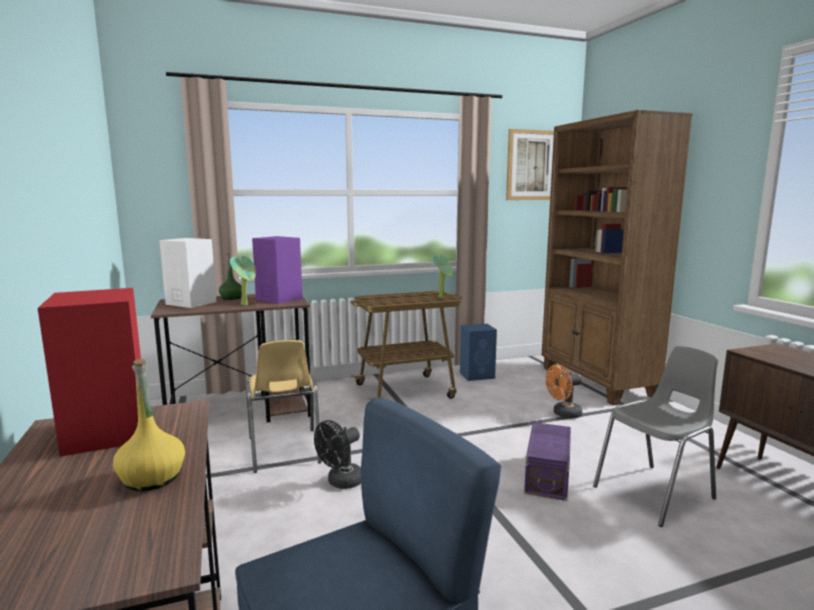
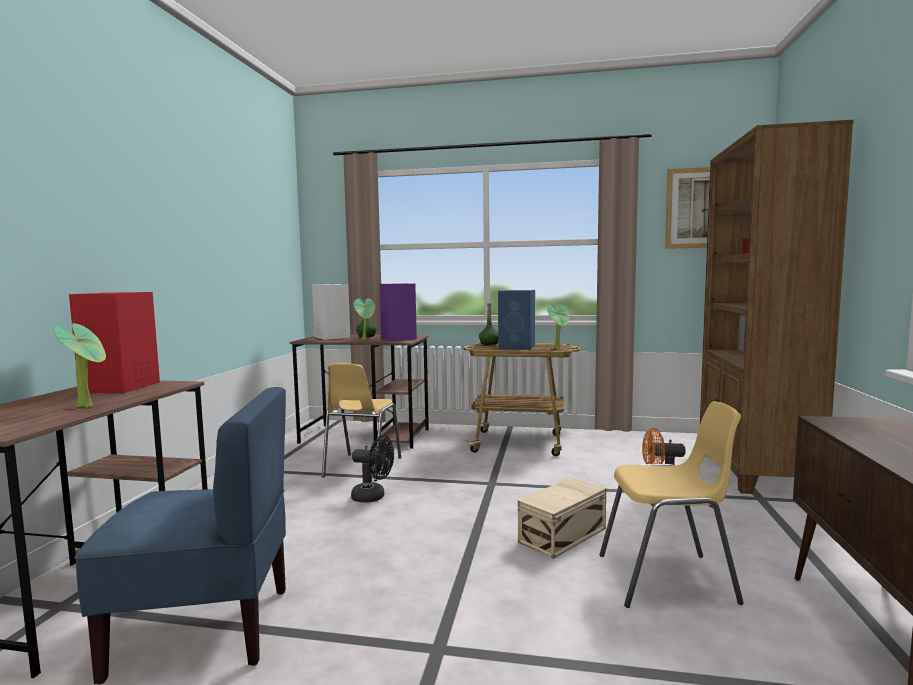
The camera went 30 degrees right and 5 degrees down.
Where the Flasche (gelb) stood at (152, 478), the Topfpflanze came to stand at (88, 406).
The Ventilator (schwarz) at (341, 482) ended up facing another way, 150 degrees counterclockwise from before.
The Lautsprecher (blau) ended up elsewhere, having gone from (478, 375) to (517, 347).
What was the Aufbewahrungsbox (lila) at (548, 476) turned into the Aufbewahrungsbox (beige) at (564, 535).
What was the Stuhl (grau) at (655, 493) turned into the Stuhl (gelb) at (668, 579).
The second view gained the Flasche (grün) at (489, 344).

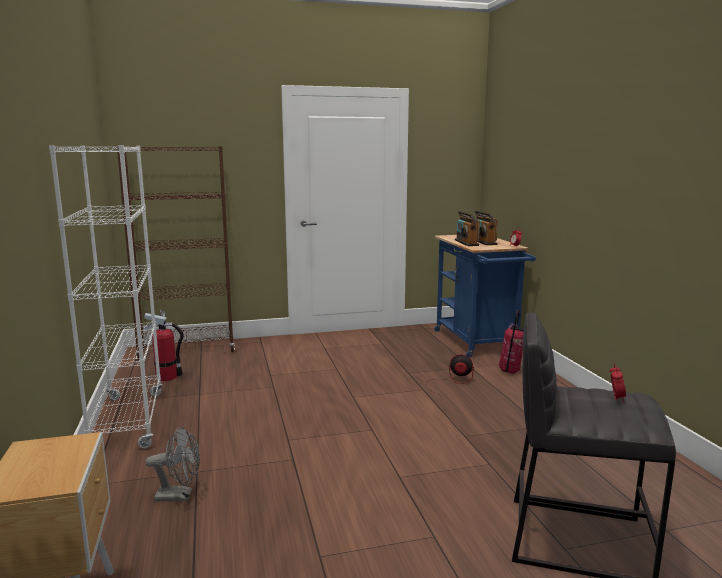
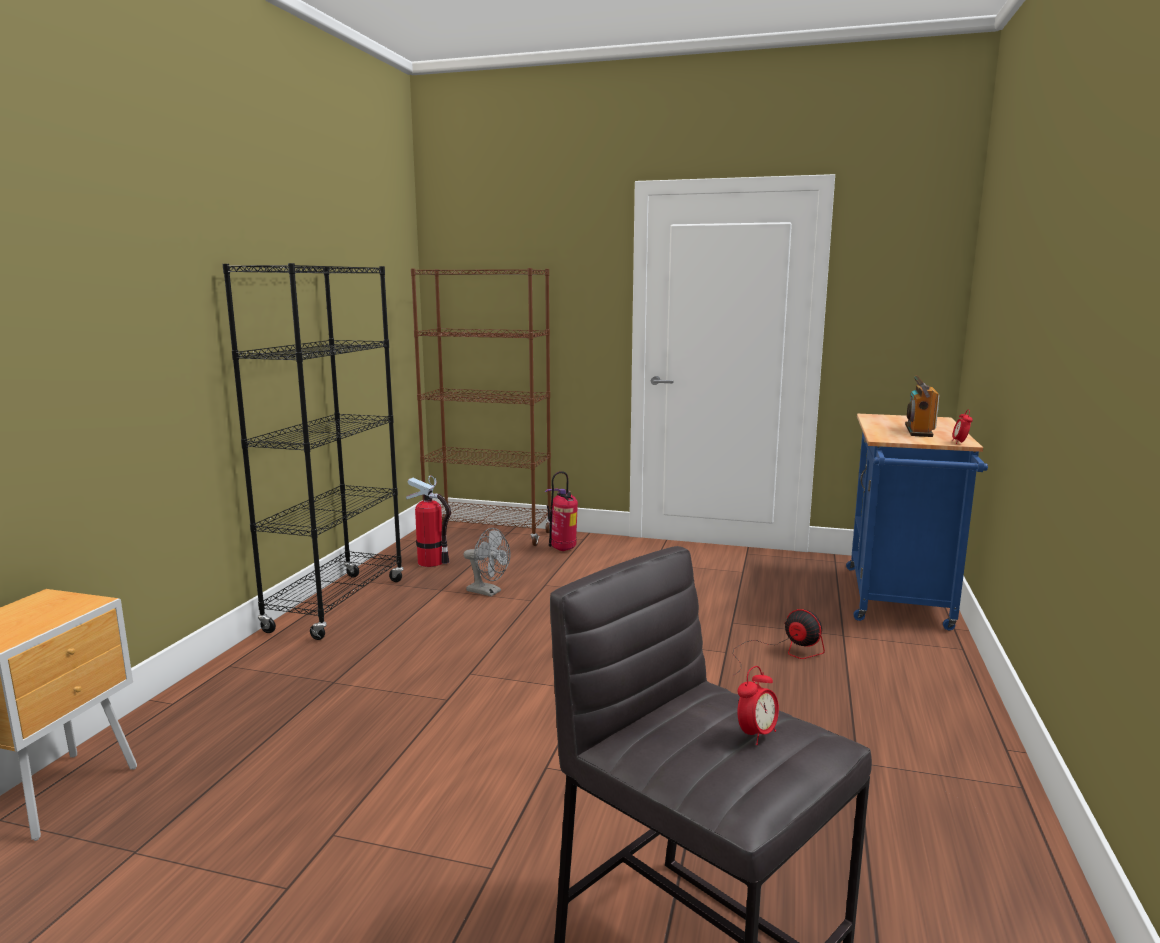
The camera went 30 degrees right and 0 degrees up.
What was the Bücherregal (weiß) at (128, 421) turned into the Bücherregal (schwarz) at (337, 605).
The Ventilator (grau) ended up elsewhere, having gone from (179, 496) to (488, 592).
The second view lost the Radio at (466, 243).
The Feuerlöscher ended up elsewhere, having gone from (510, 372) to (563, 550).

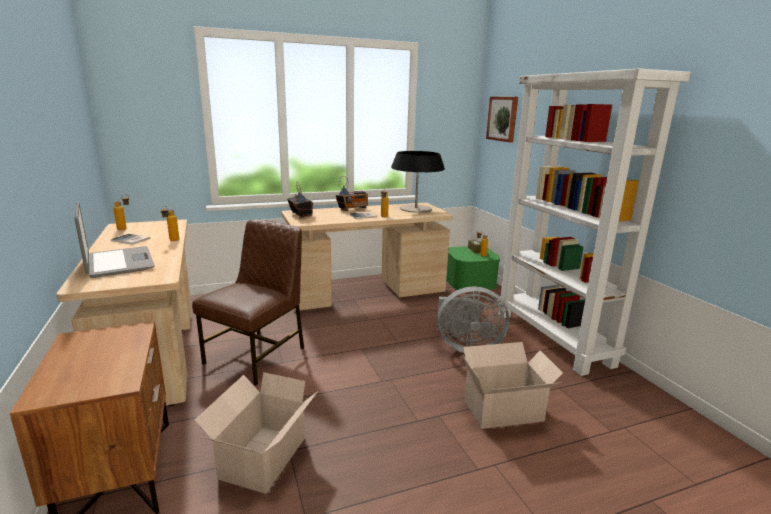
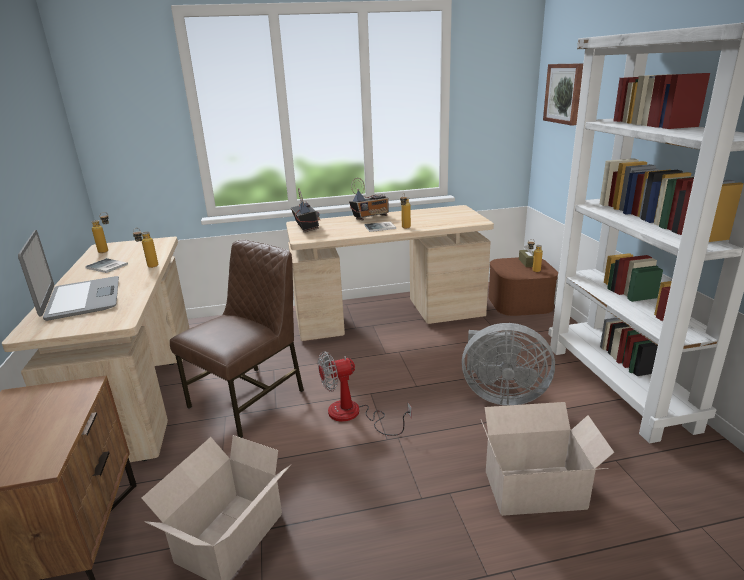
The camera went 10 degrees right and 5 degrees up.
The second view lost the Tischlampe at (416, 208).
What was the Aufbewahrungsbox (grün) at (469, 281) turned into the Aufbewahrungsbox (braun) at (519, 302).
The second view gained the Ventilator at (354, 415).

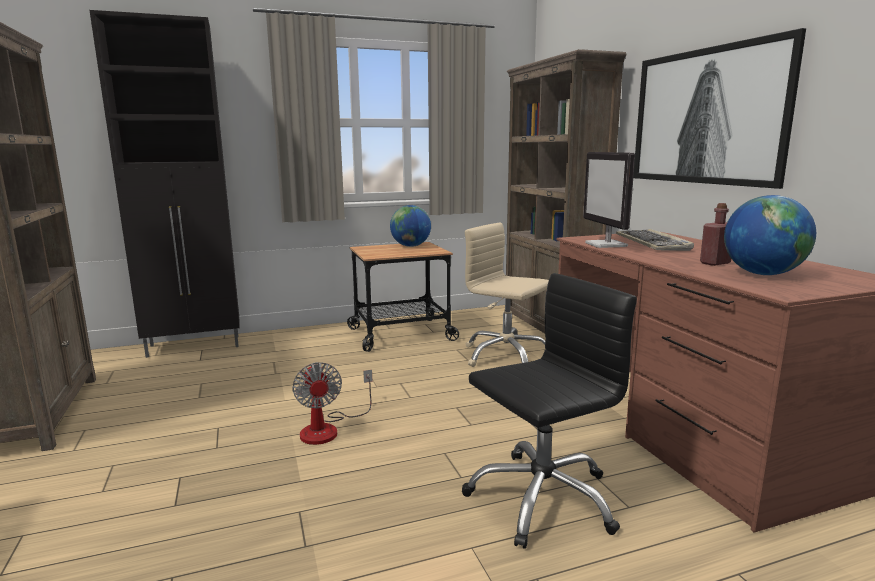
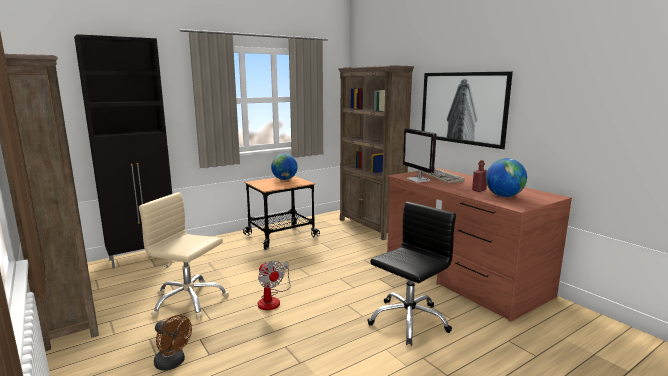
The camera went 15 degrees left and 0 degrees up.
The Bürostuhl (beige) ended up elsewhere, having gone from (505, 356) to (188, 301).
The second view gained the Ventilator (braun) at (173, 363).

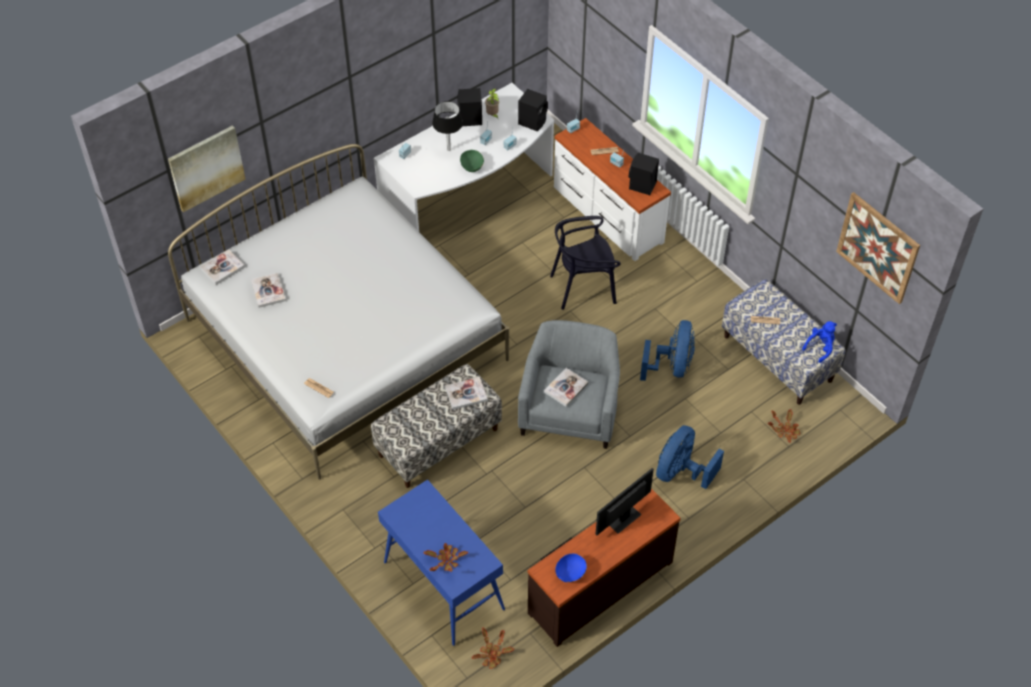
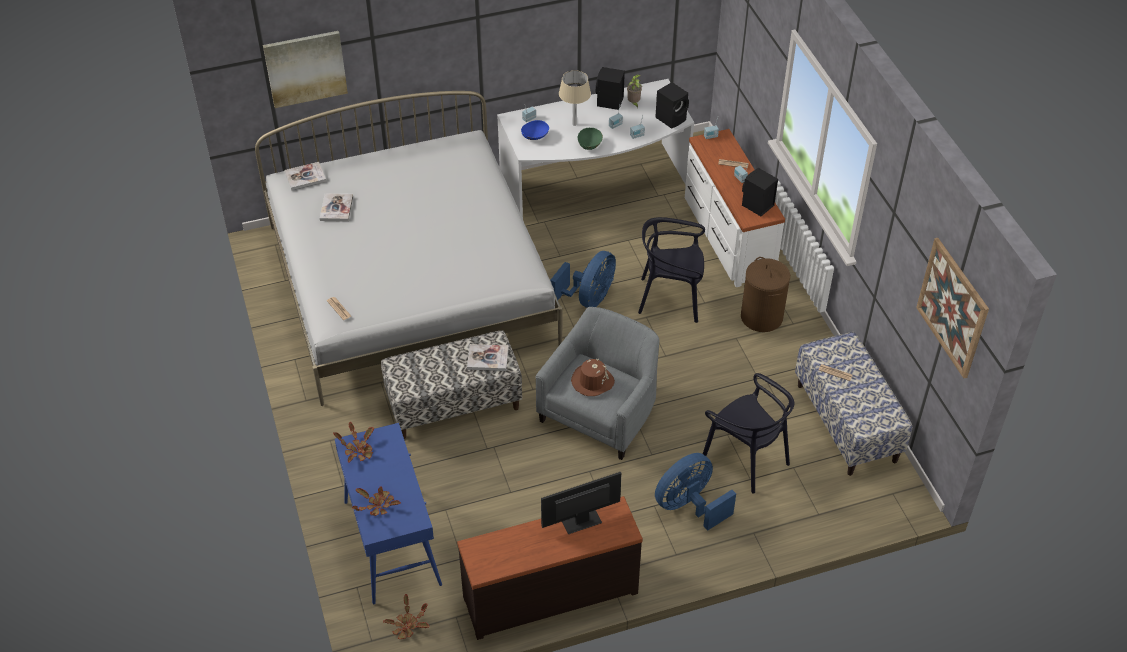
The camera went 20 degrees right and 5 degrees down.
What was the Tischlampe (schwarz) at (449, 149) turned into the Tischlampe (beige) at (574, 124).
Where the Buch stood at (566, 388), the Hut (braun) came to stand at (592, 381).
The Schüssel (blau) ended up elsewhere, having gone from (570, 573) to (535, 137).
The Ventilator (blau) ended up elsewhere, having gone from (671, 366) to (588, 298).
The Topfpflanze ended up elsewhere, having gone from (785, 430) to (358, 450).
The second view lost the Plüschtier (blau) at (820, 347).
The second view gained the Stuhl (schwarz) at (746, 458).
The second view gained the Wäschekorb (braun) at (762, 317).

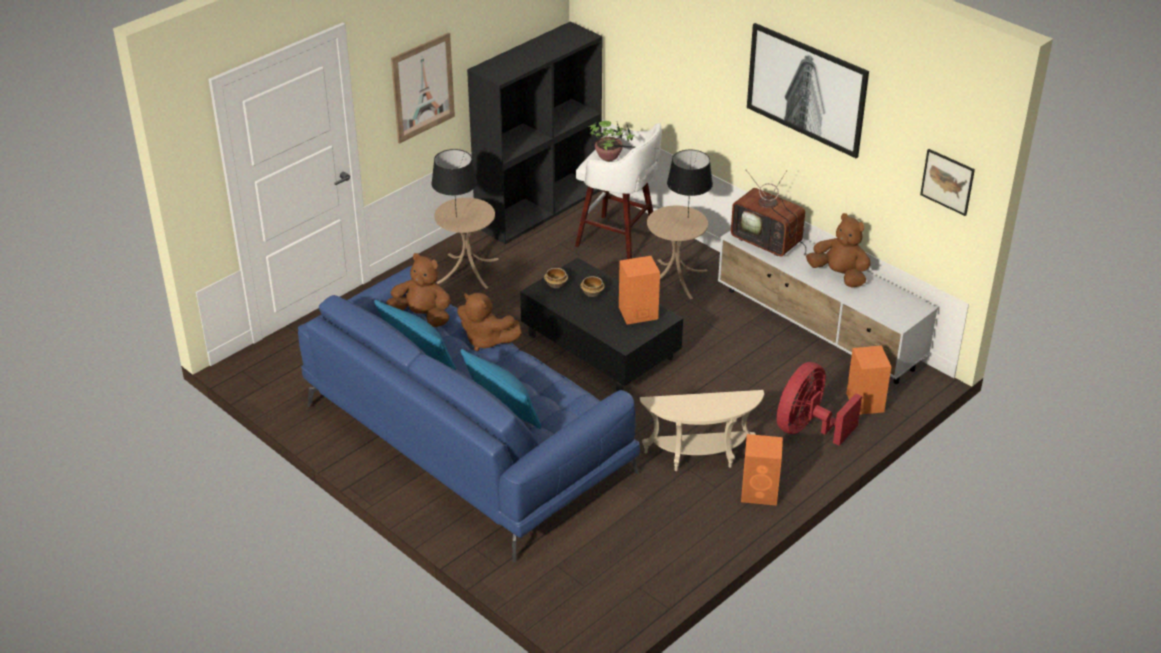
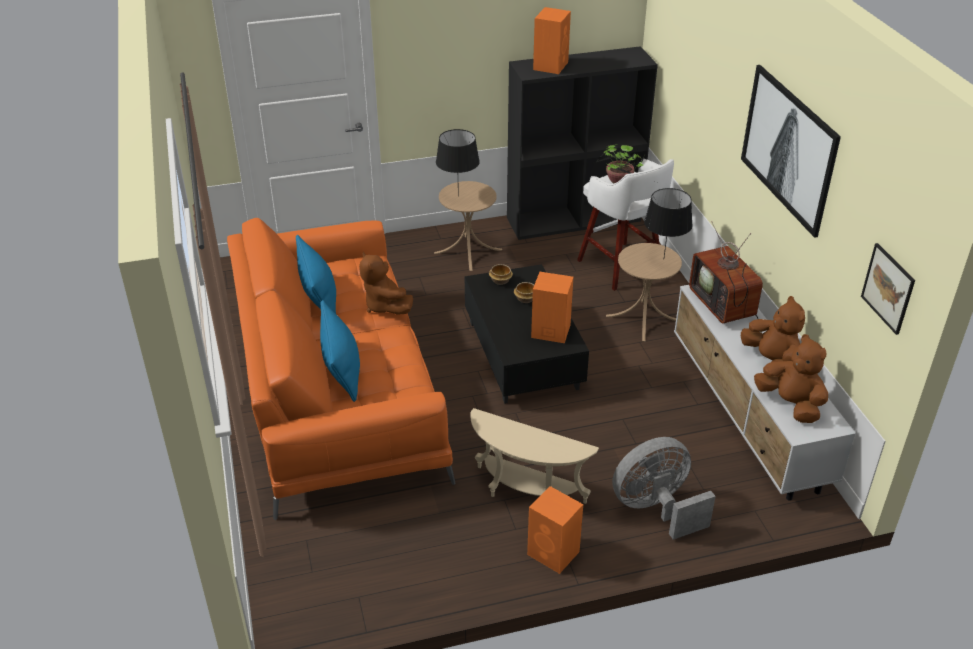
The camera went 30 degrees right and 0 degrees up.
What was the Sofa (blau) at (466, 438) turned into the Sofa (orange) at (338, 390).
The Plüschtier (braun) ended up elsewhere, having gone from (422, 316) to (790, 404).
The second view lost the Bild at (423, 87).
What was the Ventilator (rot) at (808, 428) turned into the Ventilator (grau) at (656, 508).
The Lautsprecher (orange) ended up elsewhere, having gone from (864, 402) to (551, 65).

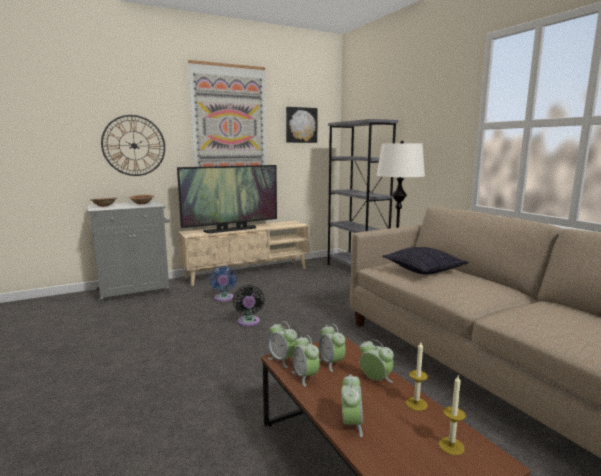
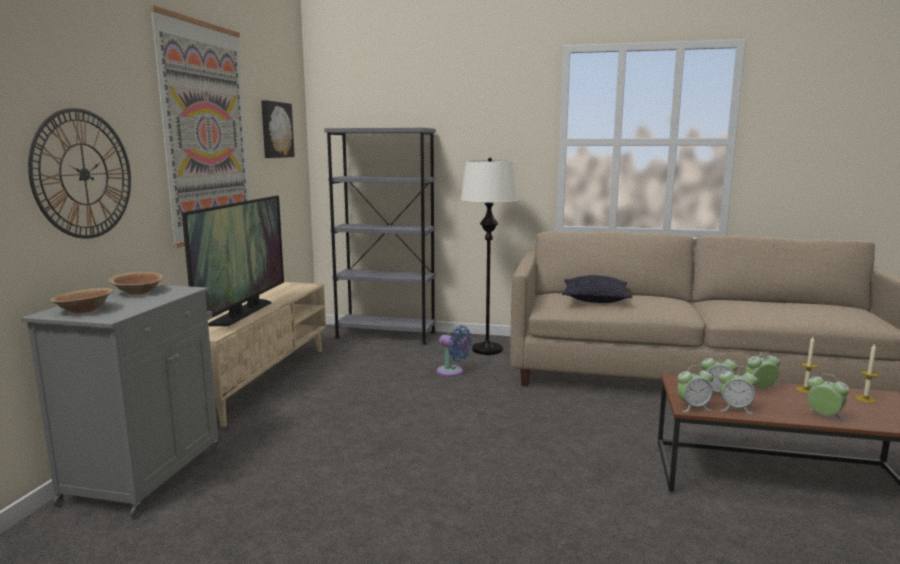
The camera went 50 degrees left and 0 degrees up.
The Ventilator (blau) ended up elsewhere, having gone from (224, 298) to (452, 372).
The second view lost the Ventilator (schwarz) at (248, 322).

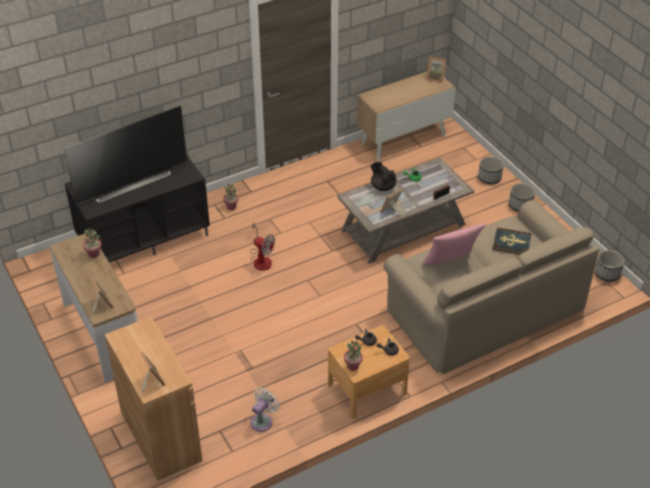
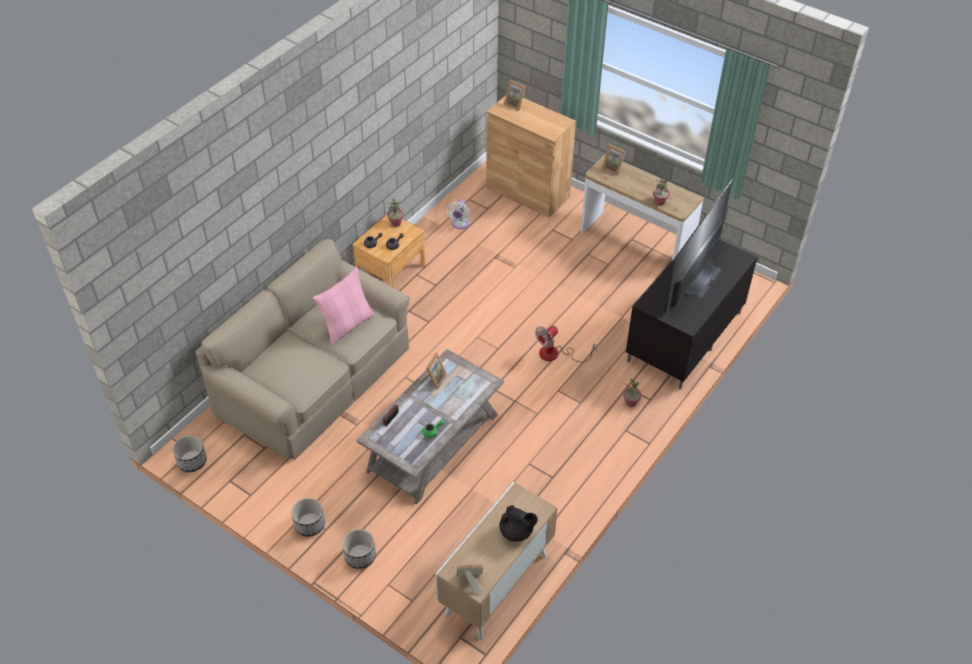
The camera went 155 degrees right and 5 degrees up.
The Ventilator at (261, 259) ended up facing another way, 45 degrees counterclockwise from before.
The Teekanne (schwarz) ended up elsewhere, having gone from (383, 186) to (517, 532).
The second view lost the Buch at (511, 243).

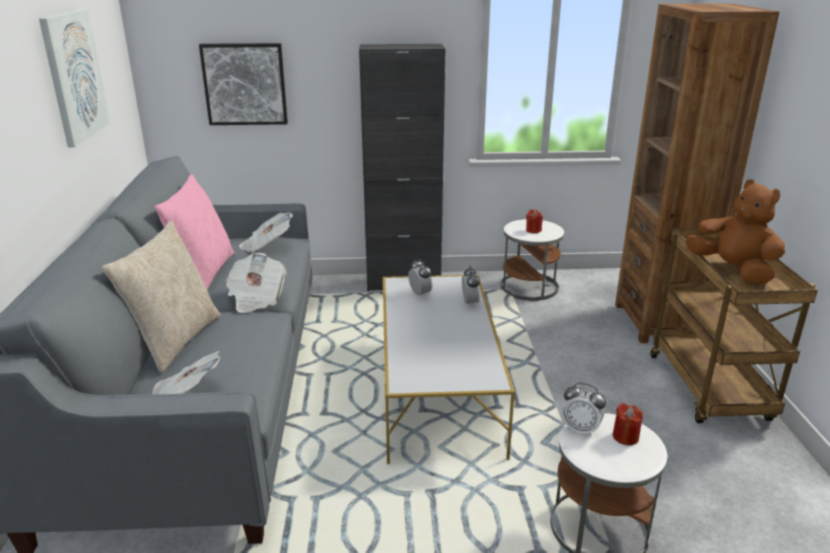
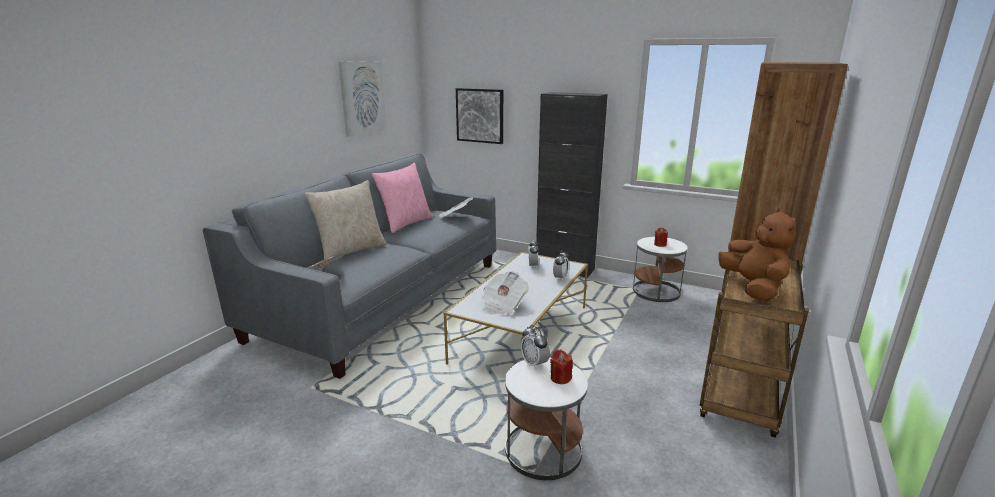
The camera went 30 degrees right and 5 degrees down.
The Zeitung ended up elsewhere, having gone from (256, 298) to (502, 305).

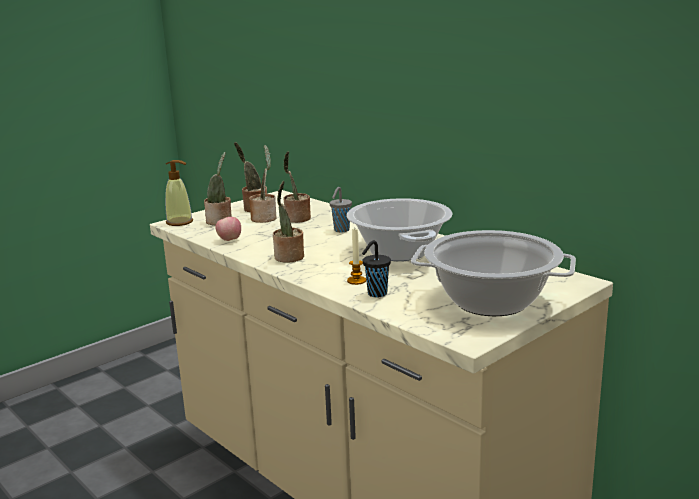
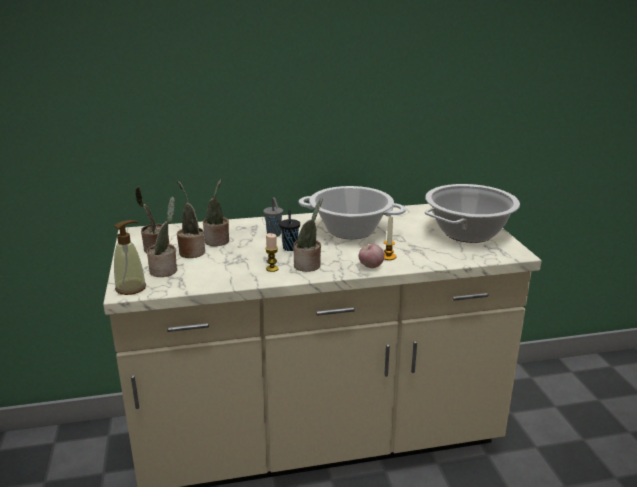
The camera went 60 degrees left and 5 degrees up.
The Apfel ended up elsewhere, having gone from (229, 240) to (370, 267).
The Tasse (schwarz) ended up elsewhere, having gone from (376, 294) to (290, 248).
The second view gained the Kerze at (272, 269).

